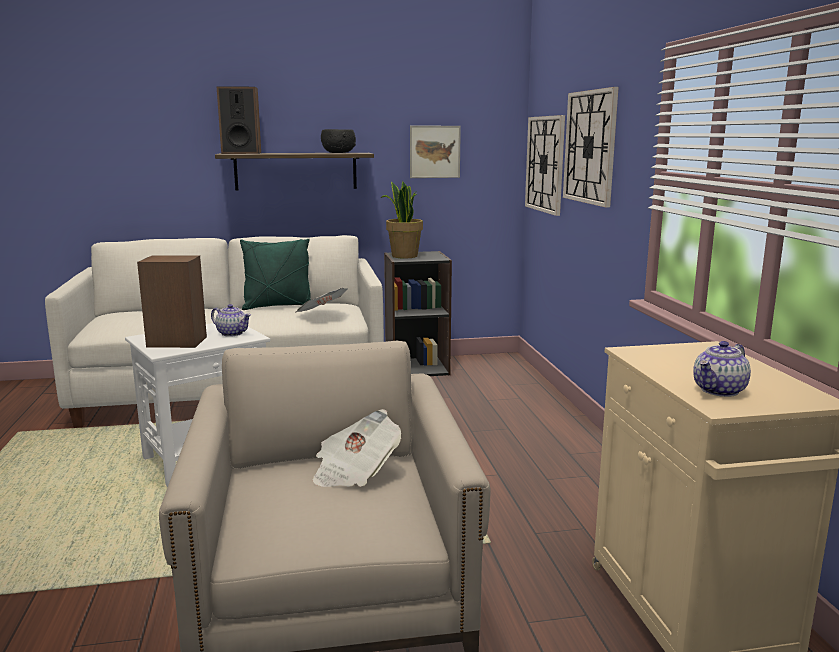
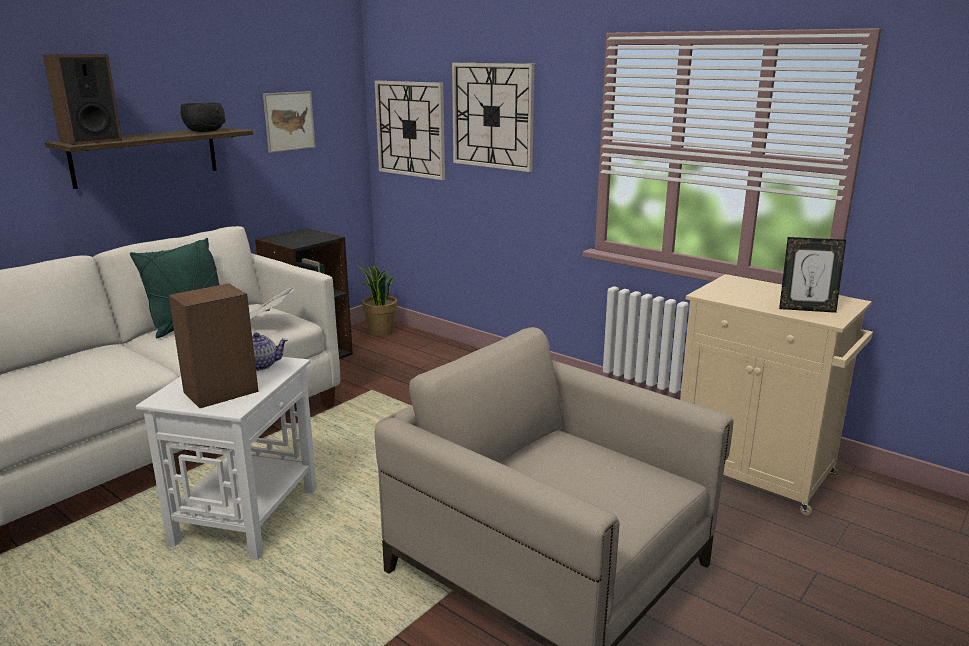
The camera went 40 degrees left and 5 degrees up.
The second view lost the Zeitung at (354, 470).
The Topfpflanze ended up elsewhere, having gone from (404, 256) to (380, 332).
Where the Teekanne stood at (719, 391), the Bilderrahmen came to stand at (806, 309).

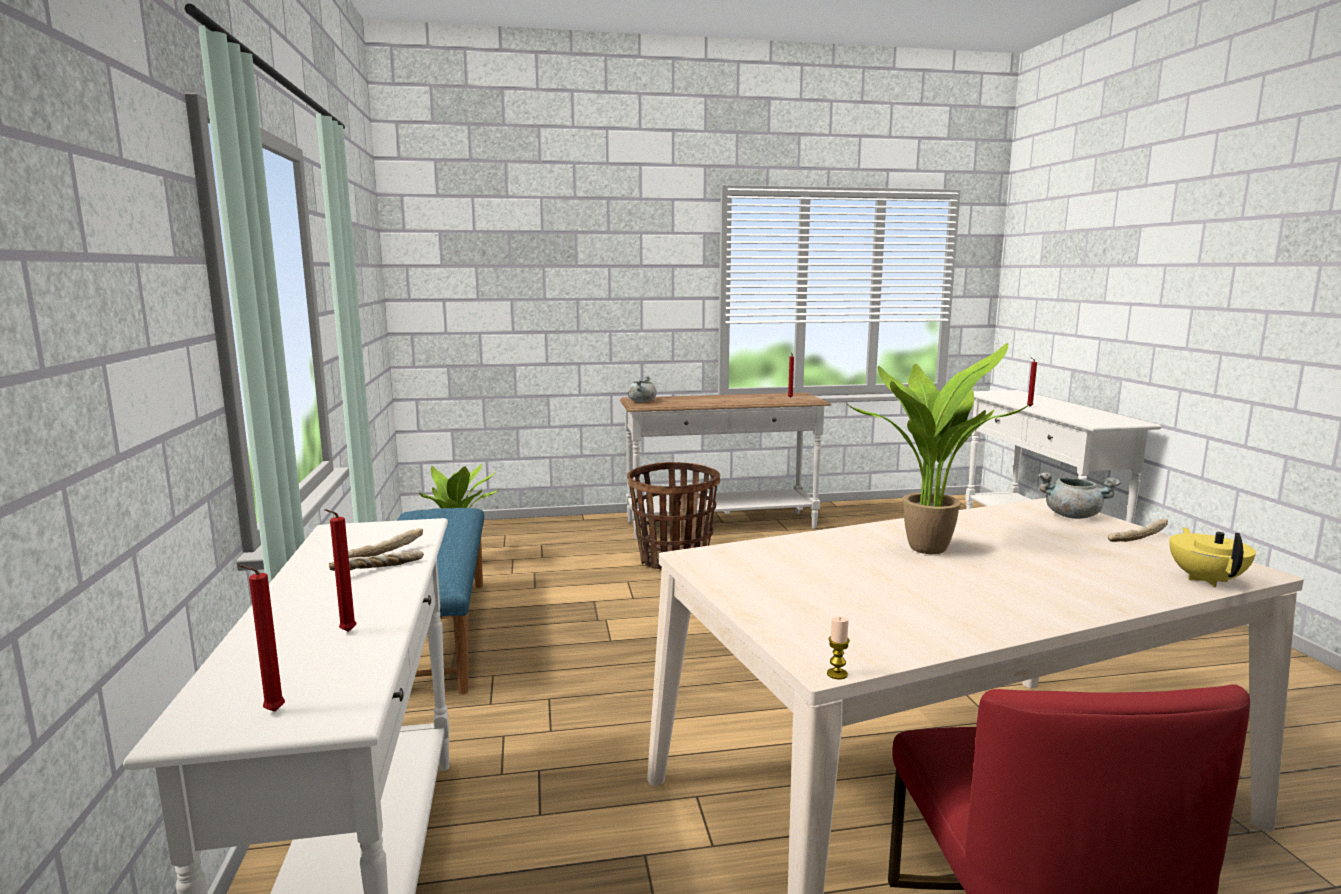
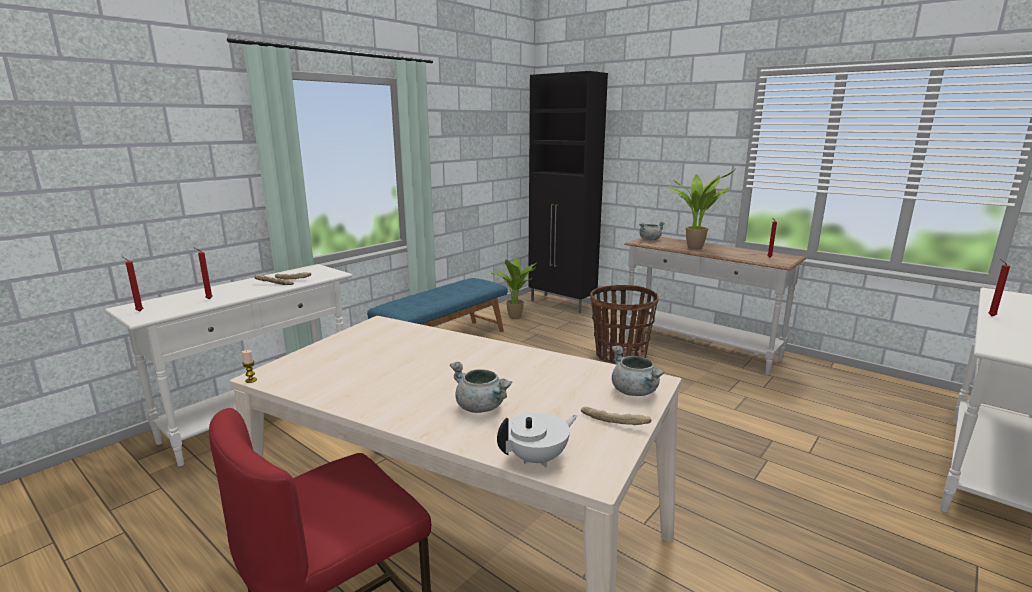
The camera went 50 degrees right and 5 degrees up.
The Topfpflanze ended up elsewhere, having gone from (925, 547) to (696, 247).
What was the Teekanne (gelb) at (1206, 579) turned into the Teekanne (weiß) at (538, 458).
The second view gained the Kochtopf (grau) at (482, 407).
The second view gained the Schrank (schwarz) at (562, 304).

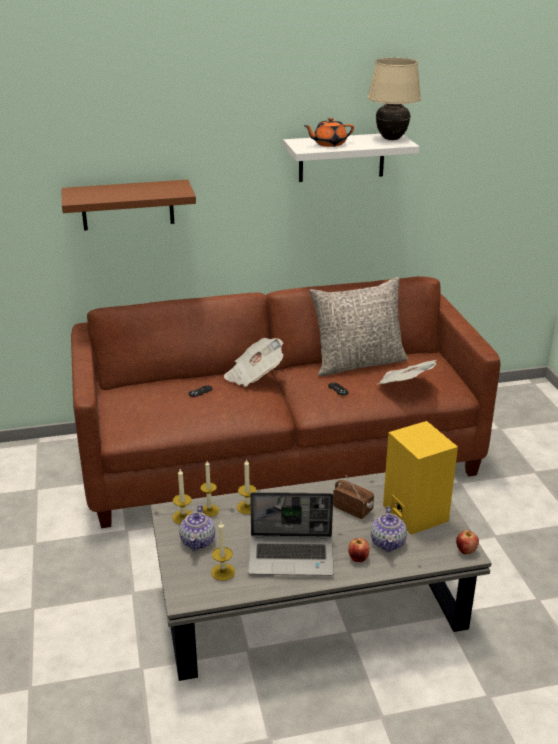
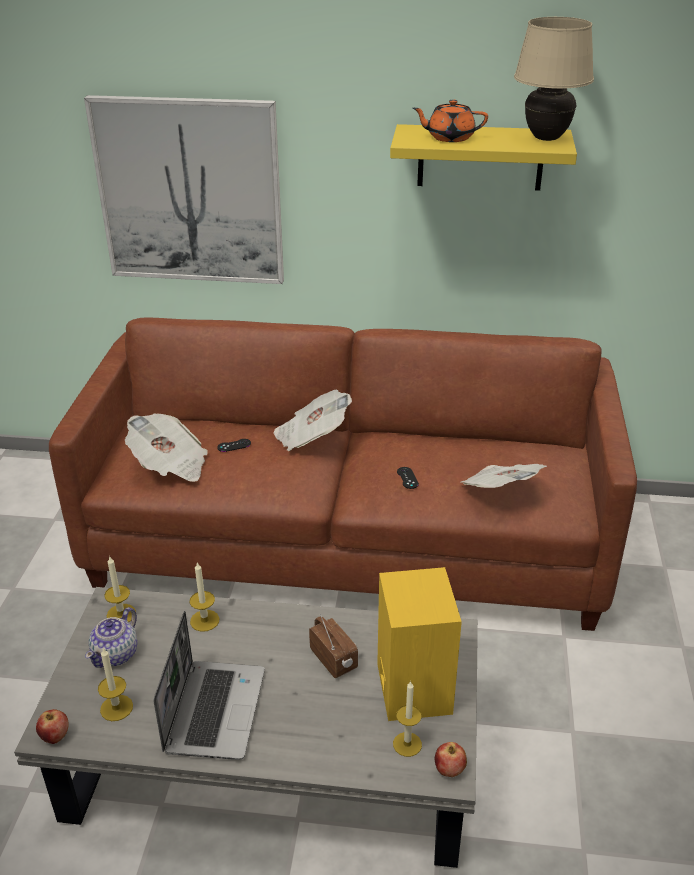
The camera went 20 degrees right and 5 degrees up.
Where the Wandregal (braun) hung at (127, 205), the Bild came to hang at (190, 192).
The Kerze ended up elsewhere, having gone from (209, 510) to (407, 744).
The Laptop at (292, 556) ended up facing another way, 105 degrees counterclockwise from before.
What was the Wandregal (weiß) at (341, 157) turned into the Wandregal (gelb) at (480, 157).
The second view lost the Kissen (grau) at (358, 363).
The Apfel ended up elsewhere, having gone from (358, 558) to (55, 737).
The second view lost the Teekanne at (388, 542).
The second view gained the Zeitung at (170, 465).

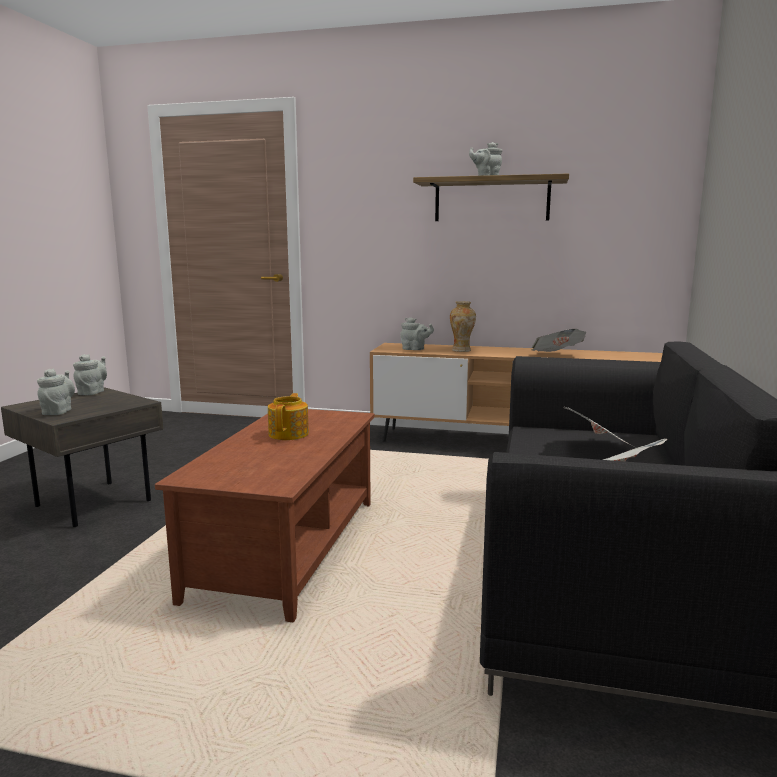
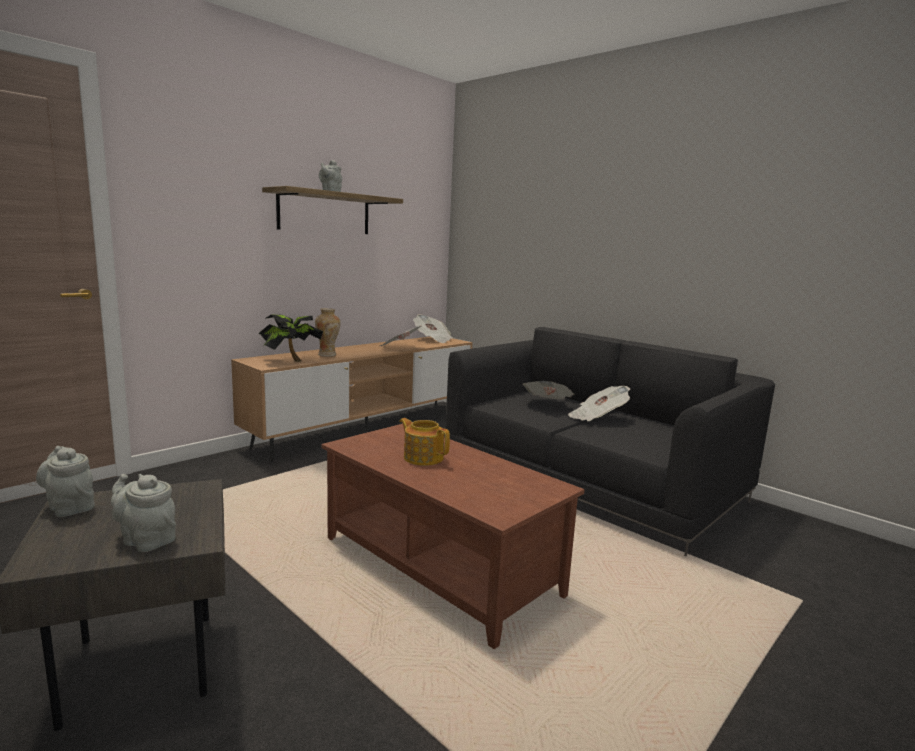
The camera went 60 degrees left and 0 degrees up.
Where the Teekanne (grau) stood at (415, 349), the Topfpflanze came to stand at (290, 361).
The second view gained the Zeitung at (432, 339).

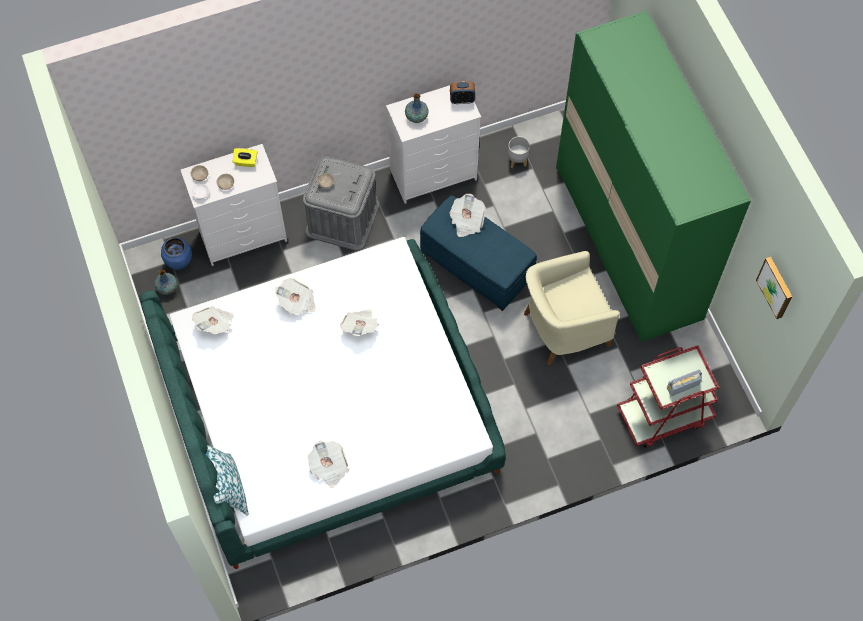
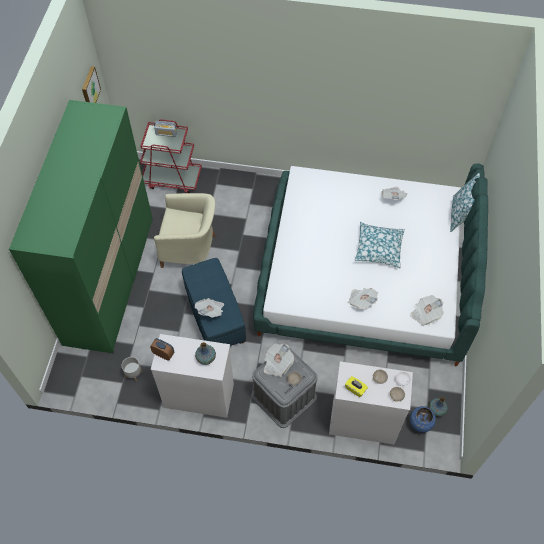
The camera went 150 degrees left and 5 degrees down.
The Zeitung ended up elsewhere, having gone from (360, 326) to (277, 364).
The second view gained the Kissen at (379, 248).

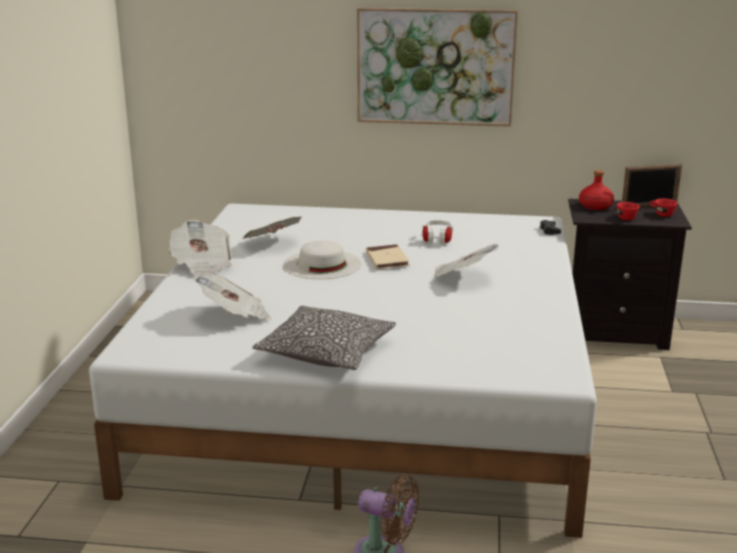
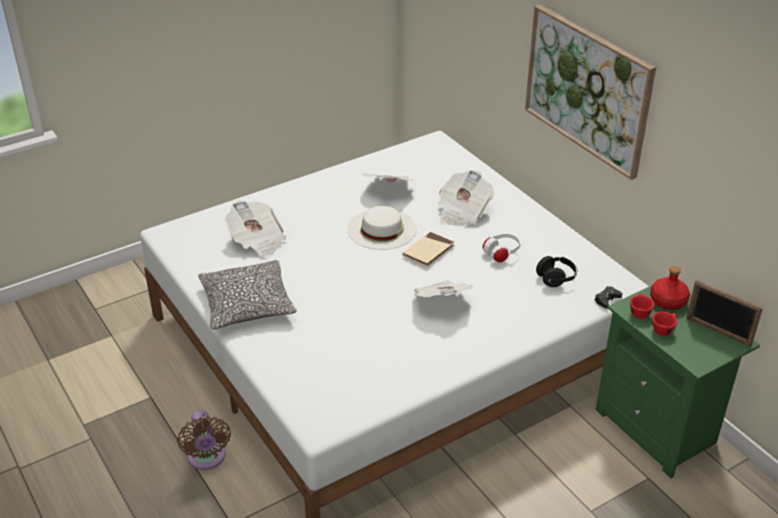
The camera went 50 degrees right and 15 degrees up.
The Zeitung ended up elsewhere, having gone from (202, 265) to (462, 212).
What was the Nachttisch (schwarz) at (614, 332) turned into the Nachttisch (grün) at (659, 428).
The Tasse (rot) ended up elsewhere, having gone from (661, 214) to (639, 312).
The second view gained the Kopfhörer (schwarz) at (556, 279).

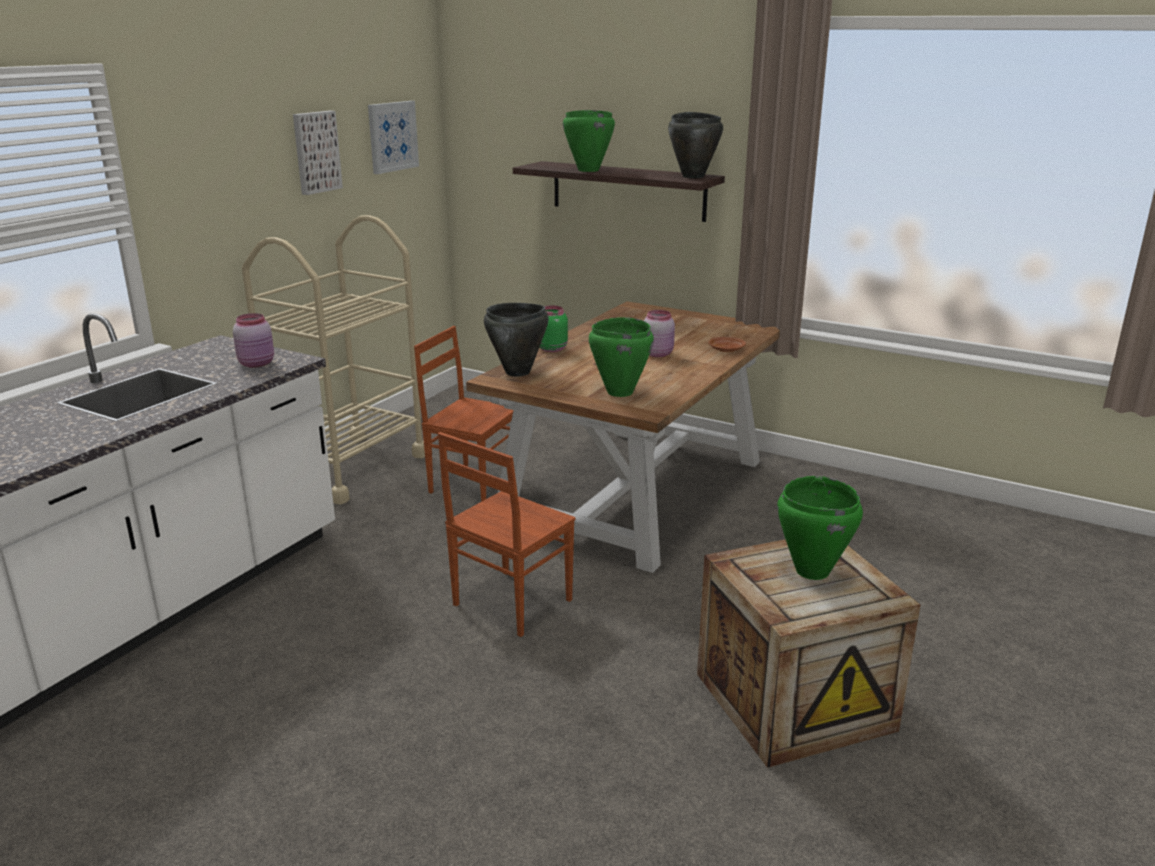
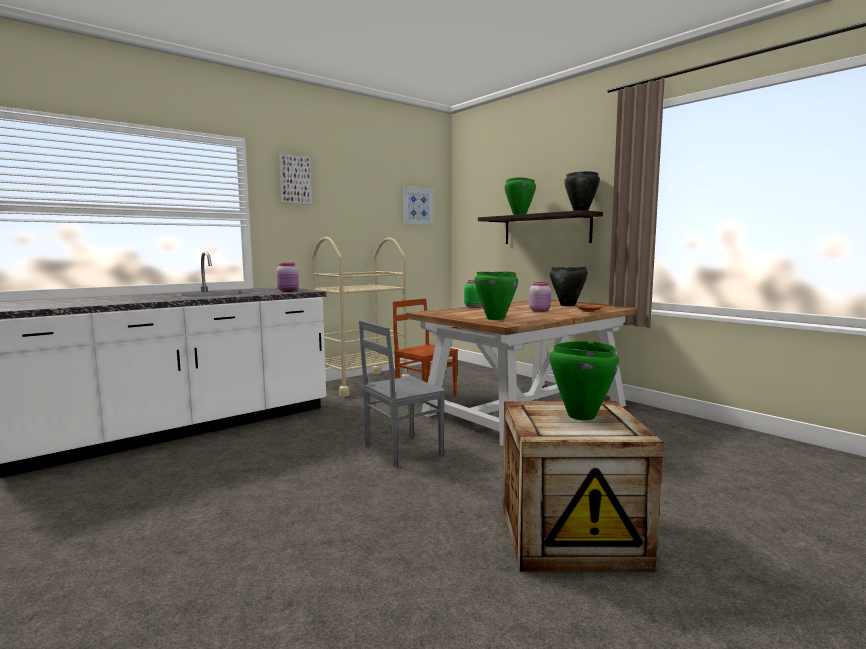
The camera went 20 degrees right and 15 degrees down.
The Bild ended up elsewhere, having gone from (315, 152) to (294, 180).
What was the Stuhl (braun) at (510, 603) turned into the Stuhl (grau) at (401, 449).
The Kochtopf (schwarz) ended up elsewhere, having gone from (518, 372) to (567, 305).

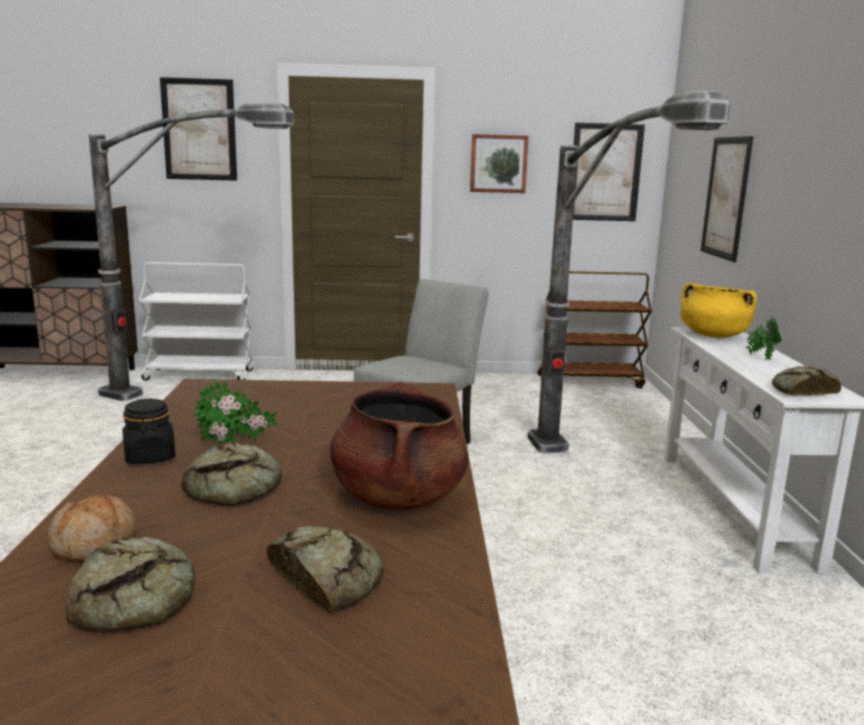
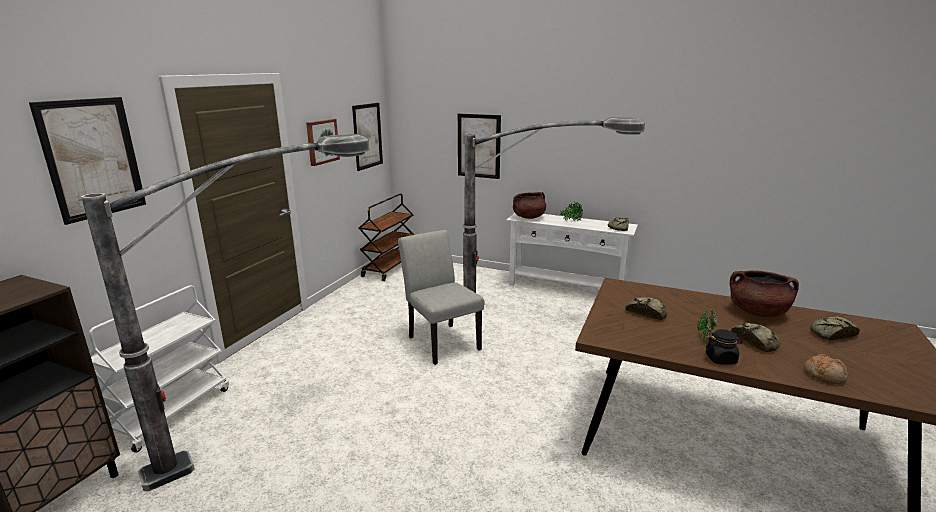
The camera went 65 degrees left and 5 degrees up.
The Brot ended up elsewhere, having gone from (138, 596) to (646, 312).
What was the Kochtopf (gelb) at (713, 335) turned into the Kochtopf (braun) at (528, 217).

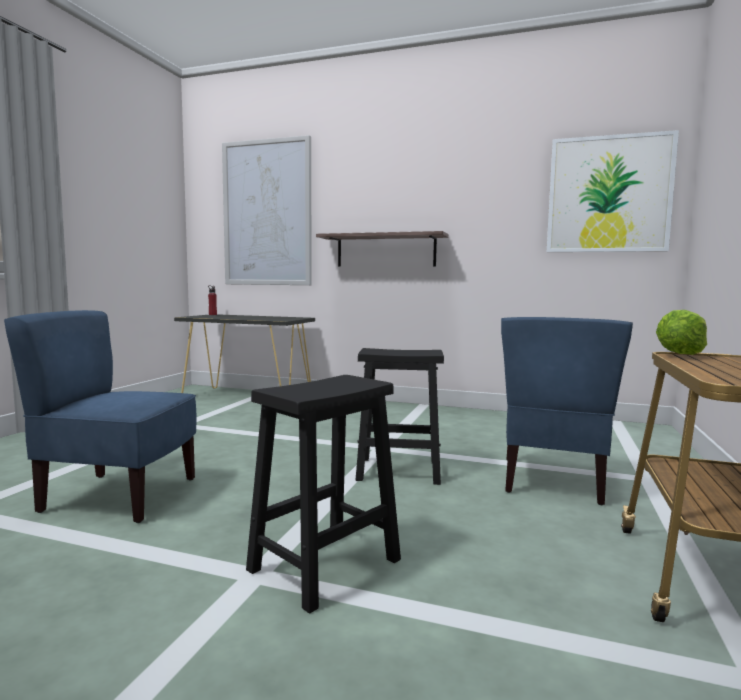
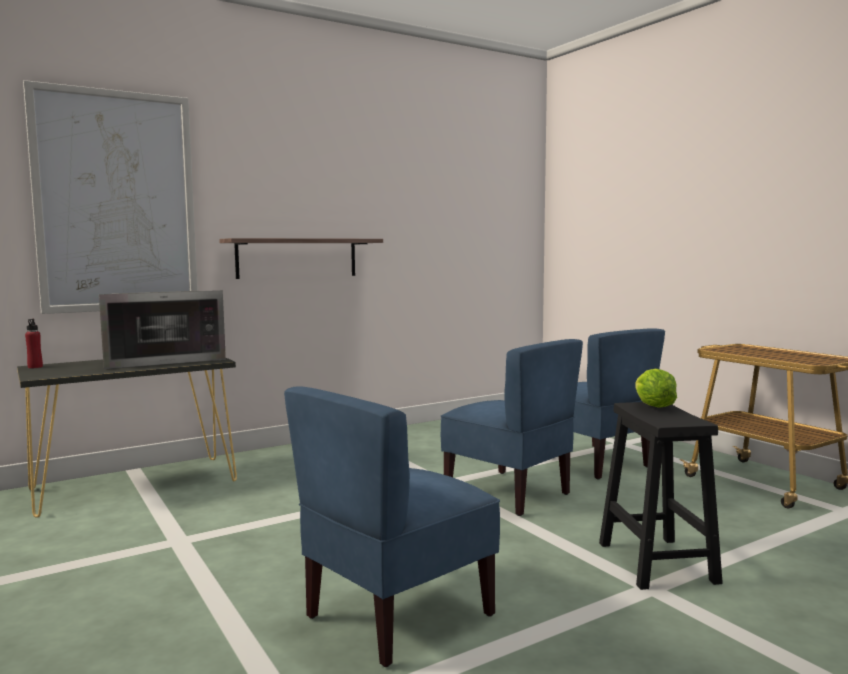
The camera went 50 degrees left and 0 degrees up.
Where the Hocker (schwarz) stood at (397, 470), the Stuhl (blau) came to stand at (508, 493).
The second view lost the Bild at (608, 194).
The Salatkopf ended up elsewhere, having gone from (680, 354) to (653, 406).
The second view gained the Mikrowelle at (163, 360).

